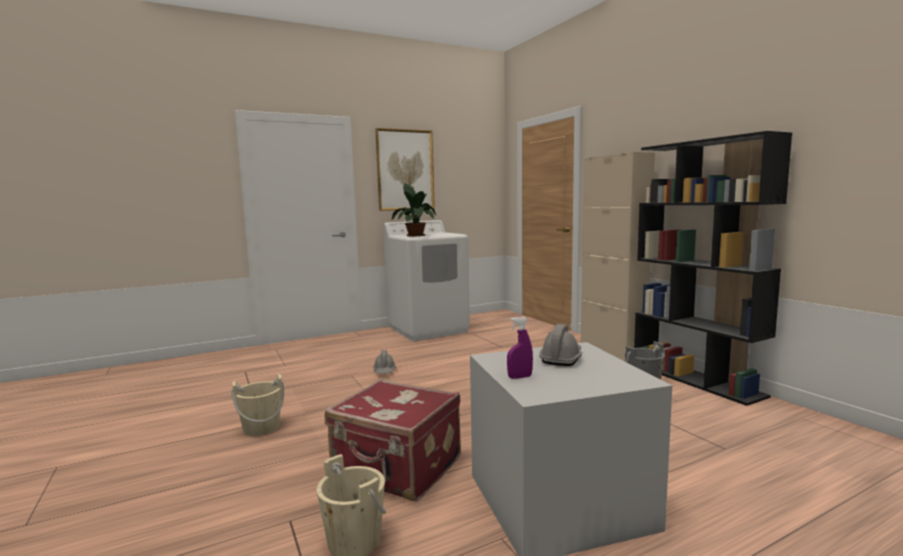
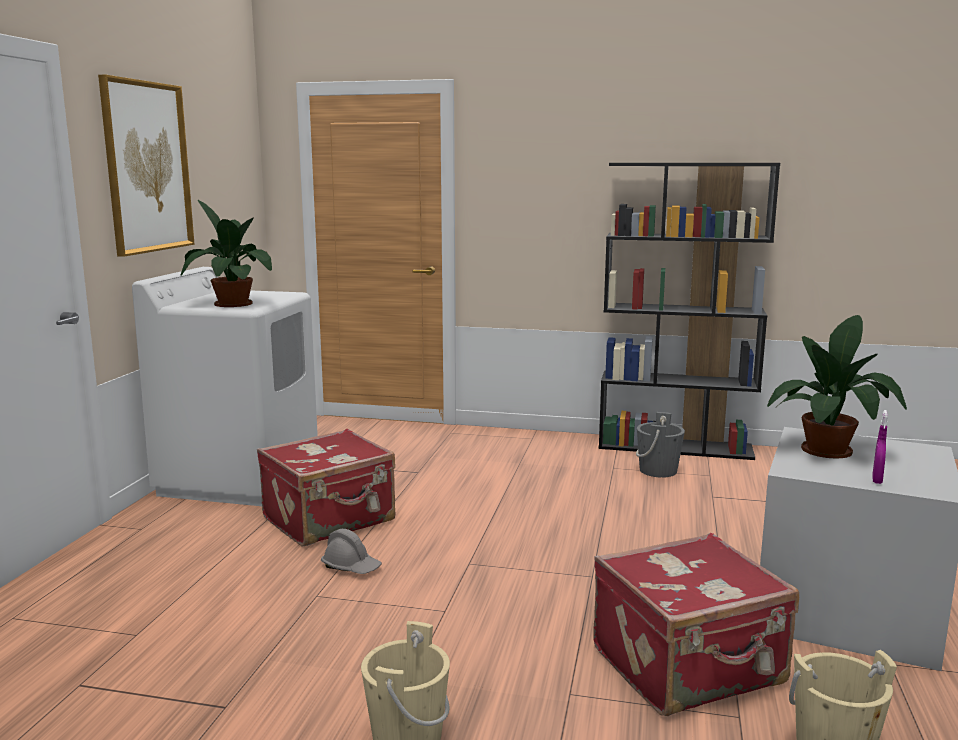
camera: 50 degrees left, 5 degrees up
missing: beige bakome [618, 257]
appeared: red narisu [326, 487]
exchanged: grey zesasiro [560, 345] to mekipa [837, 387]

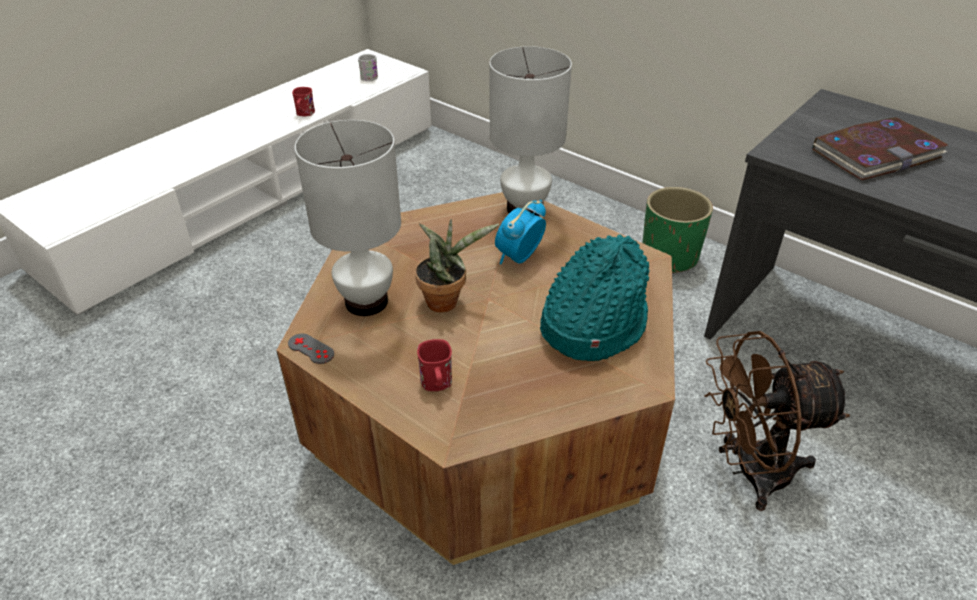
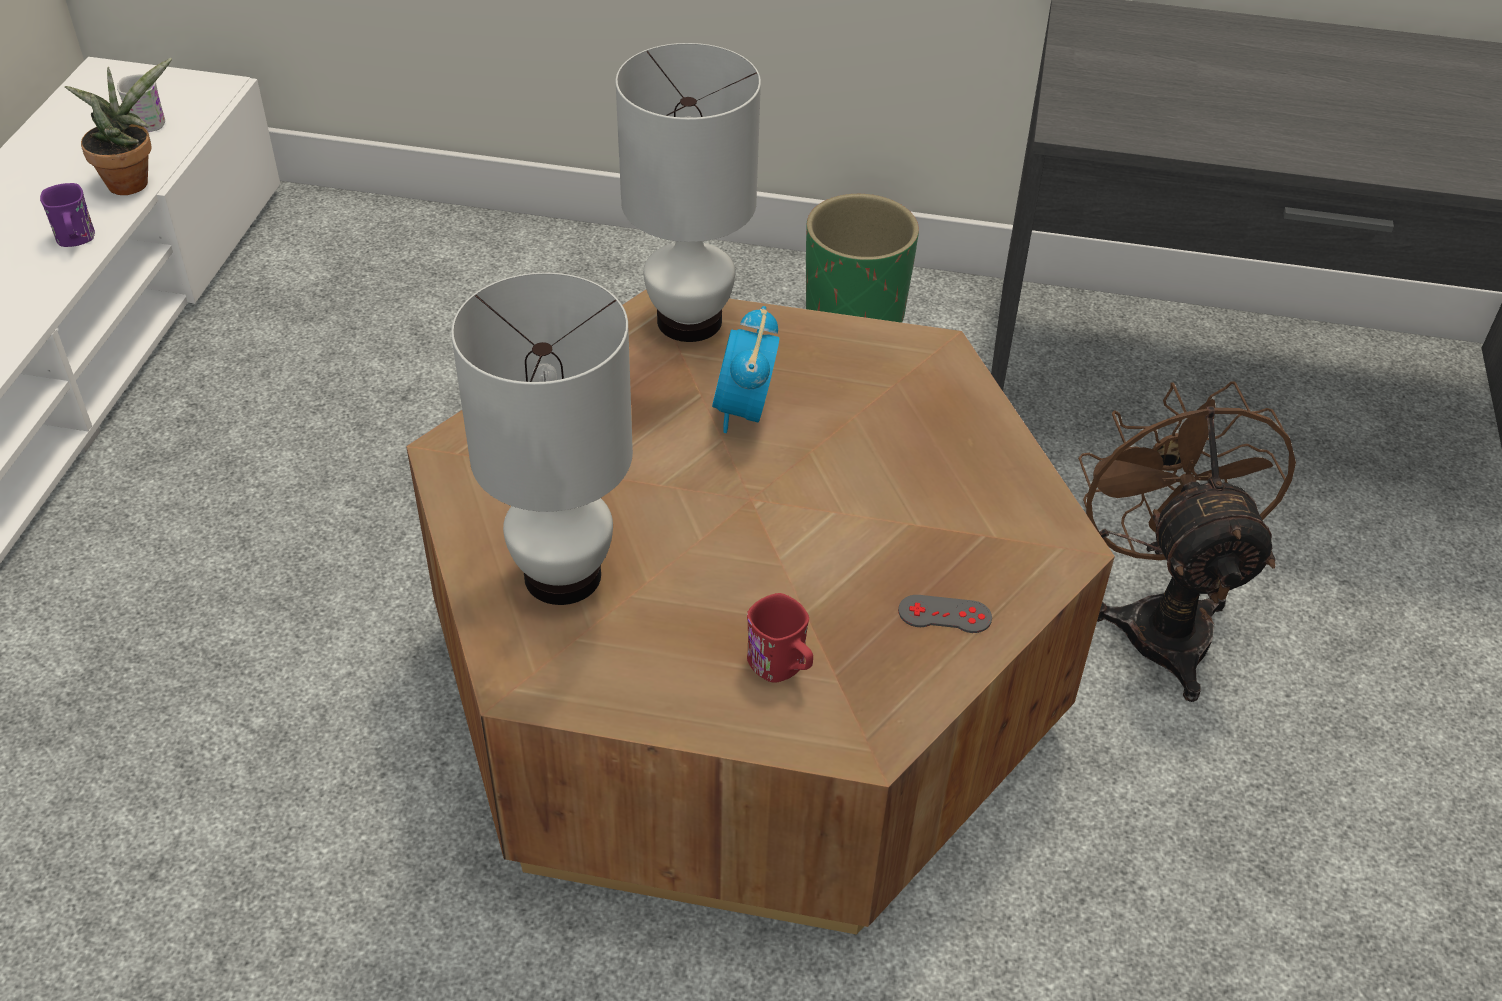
camera: 30 degrees left, 5 degrees up
missing: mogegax [880, 148]; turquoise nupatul [595, 297]
relocated: mekipa [457, 265] to [118, 126]; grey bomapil [311, 348] to [945, 614]
colour: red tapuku [303, 101] to purple tapuku [67, 215]
spun: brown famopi [777, 421] = [1187, 542] 120 degrees clockwise

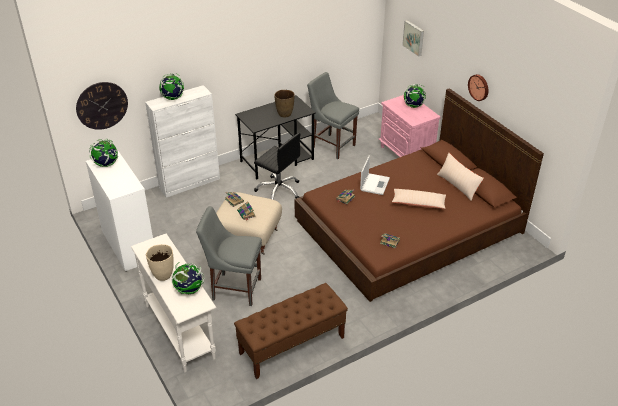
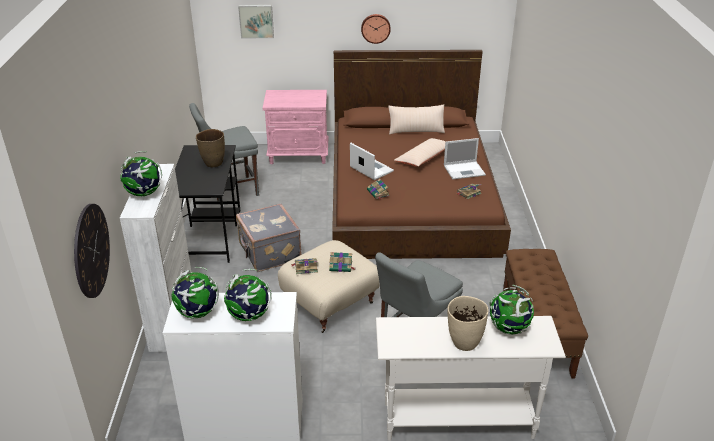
camera: 60 degrees left, 5 degrees down
appeared: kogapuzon [465, 159]
relocated: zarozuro [415, 96] to [248, 295]
exchanged: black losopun [277, 166] to grey narisu [269, 238]

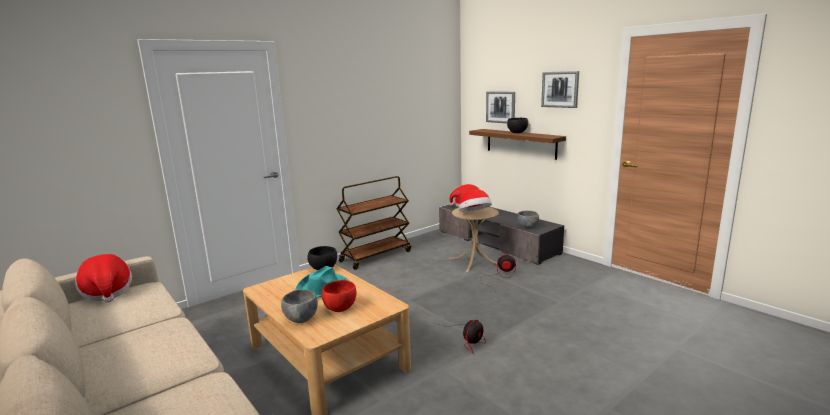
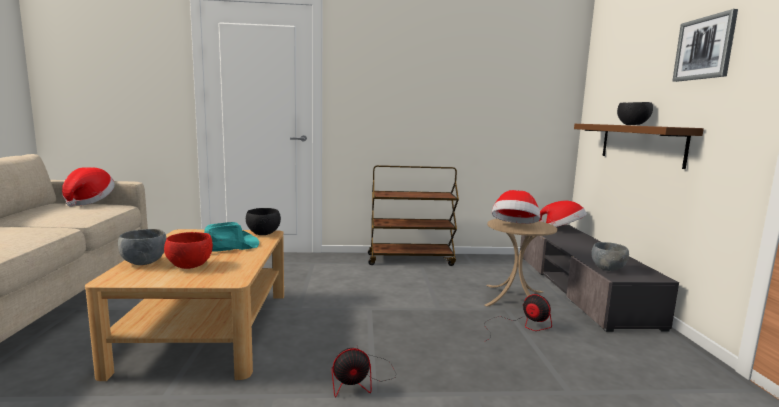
camera: 35 degrees right, 5 degrees down
missing: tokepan [500, 107]

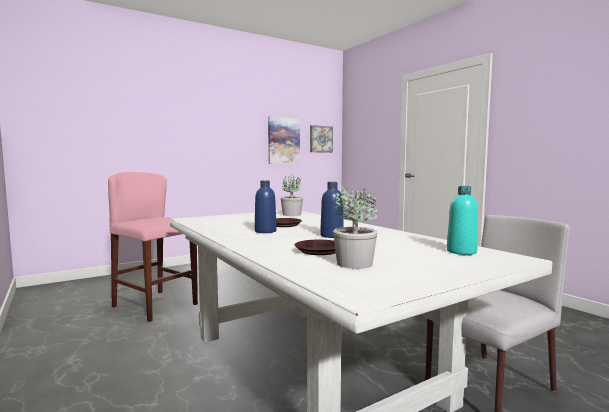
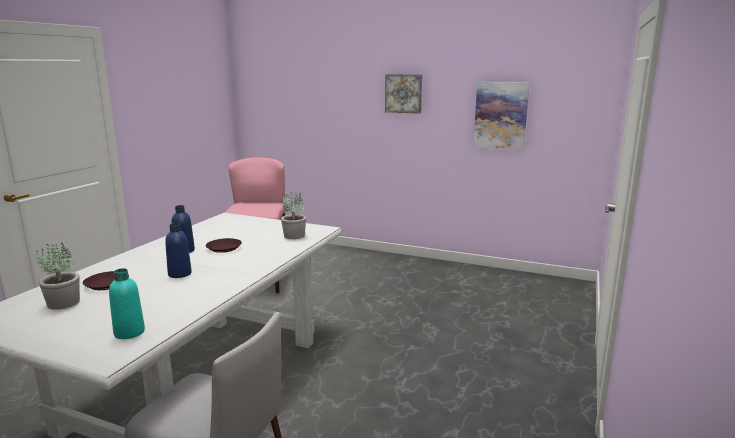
camera: 55 degrees right, 10 degrees up
relocated: tokepan [321, 139] to [403, 94]

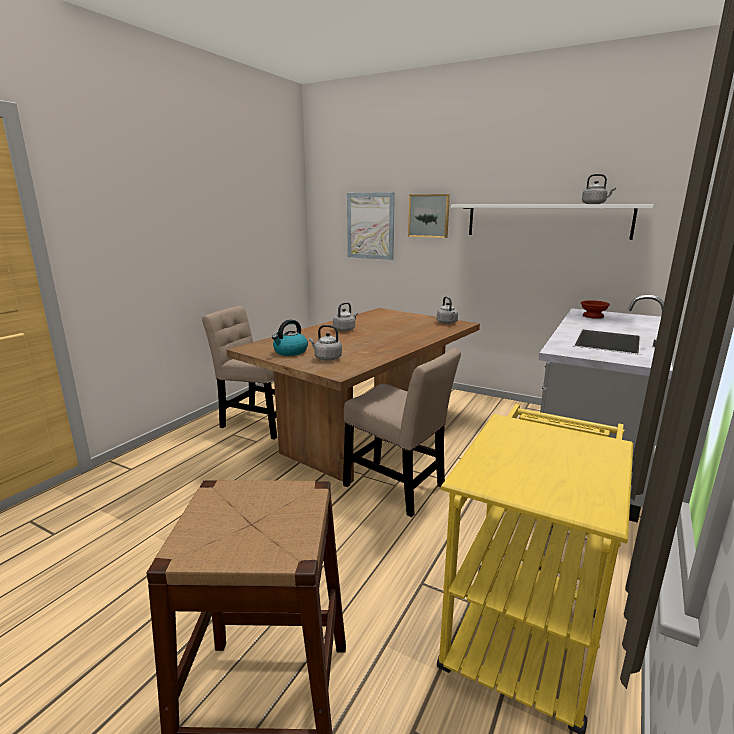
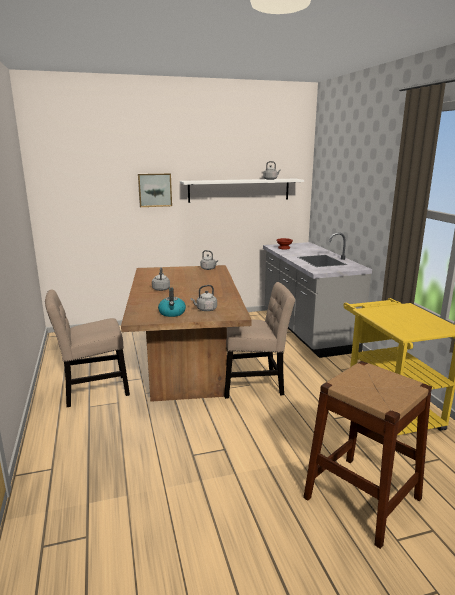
camera: 45 degrees left, 0 degrees up
missing: tokepan [371, 226]

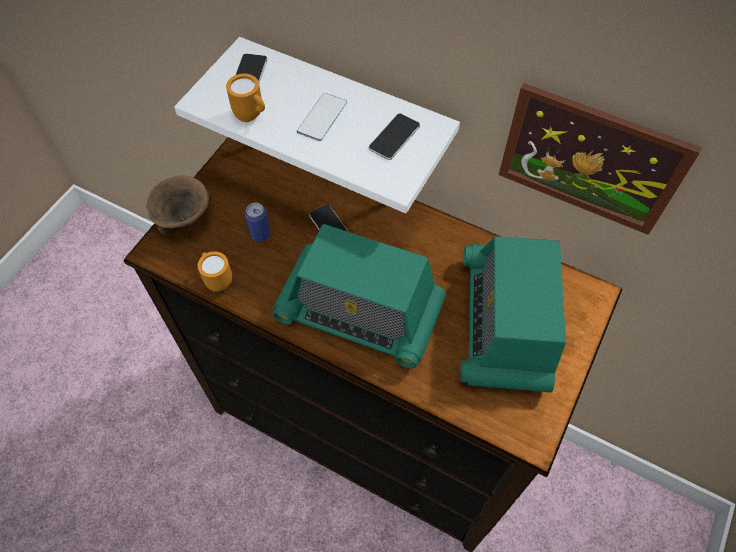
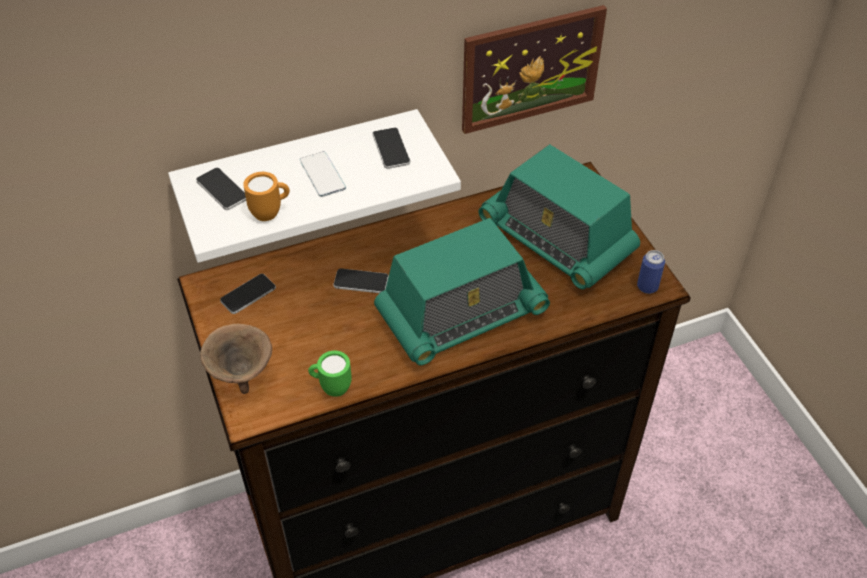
camera: 50 degrees left, 10 degrees down
appeared: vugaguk [248, 294]
relocated: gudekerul [258, 222] to [651, 272]
colour: orange tapuku [215, 271] to green tapuku [330, 374]

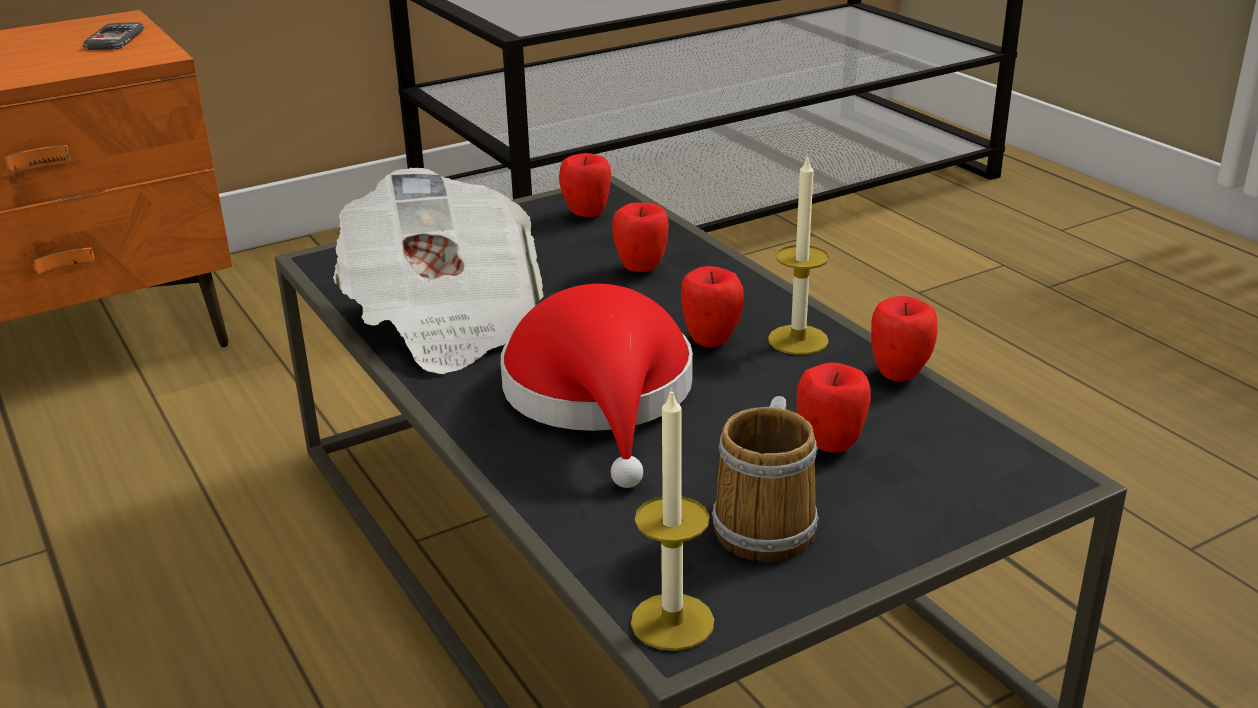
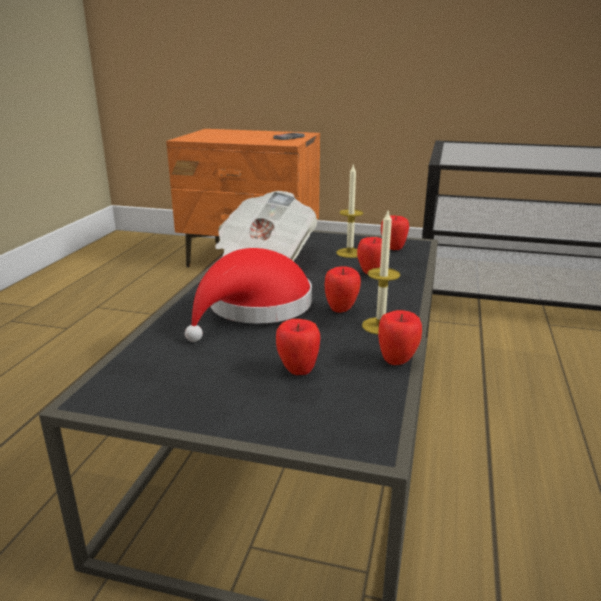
camera: 45 degrees right, 5 degrees down
missing: tapuku [765, 479]
relocated: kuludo [672, 519] to [349, 211]

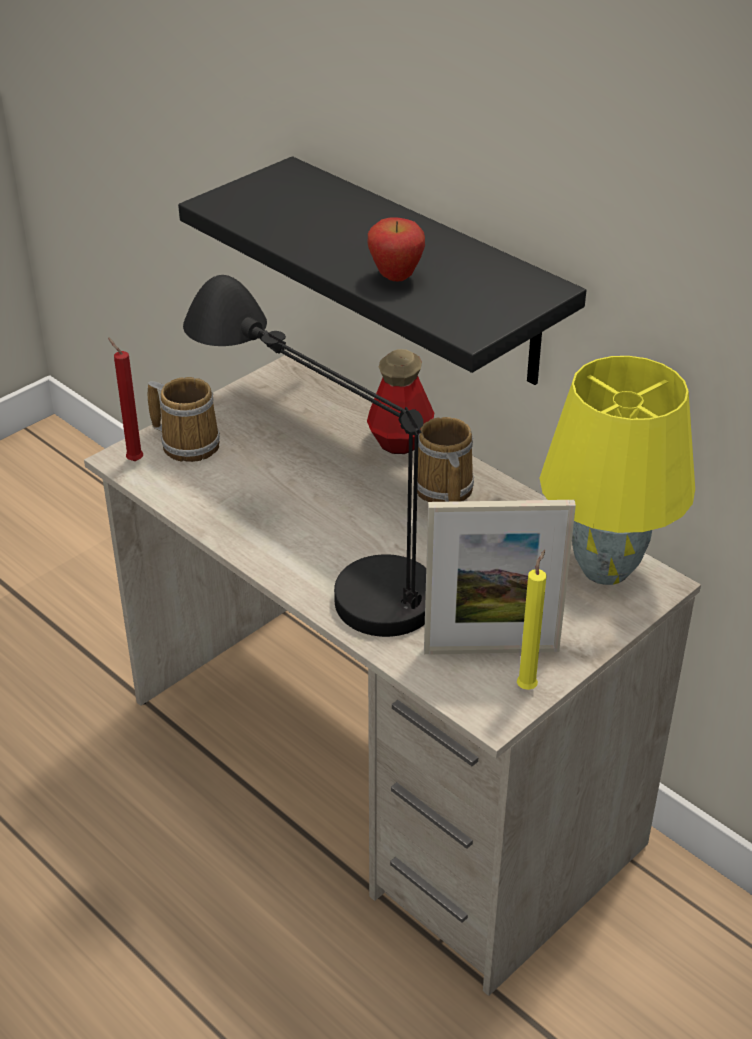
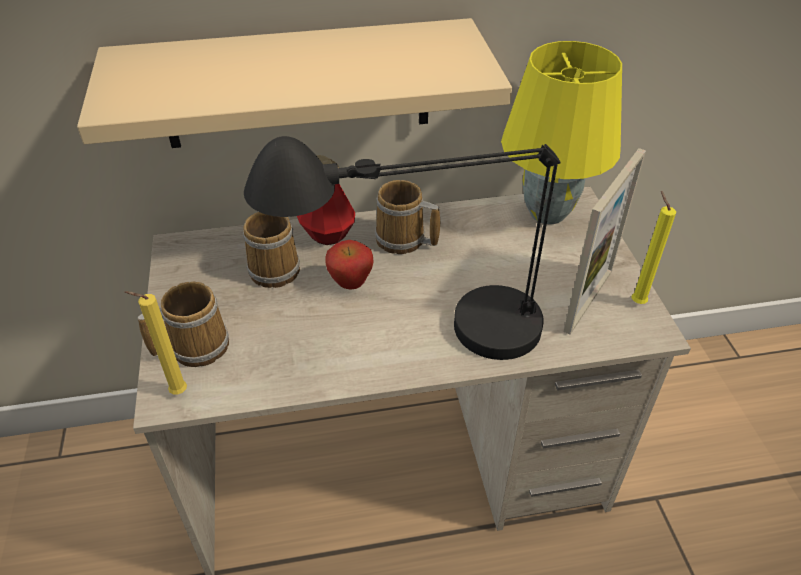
camera: 55 degrees left, 5 degrees up
appeared: tapuku [271, 250]
relocated: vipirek [396, 249] to [349, 264]
colour: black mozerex [382, 270] to beige mozerex [294, 83]; red kuludo [125, 399] to yellow kuludo [155, 343]

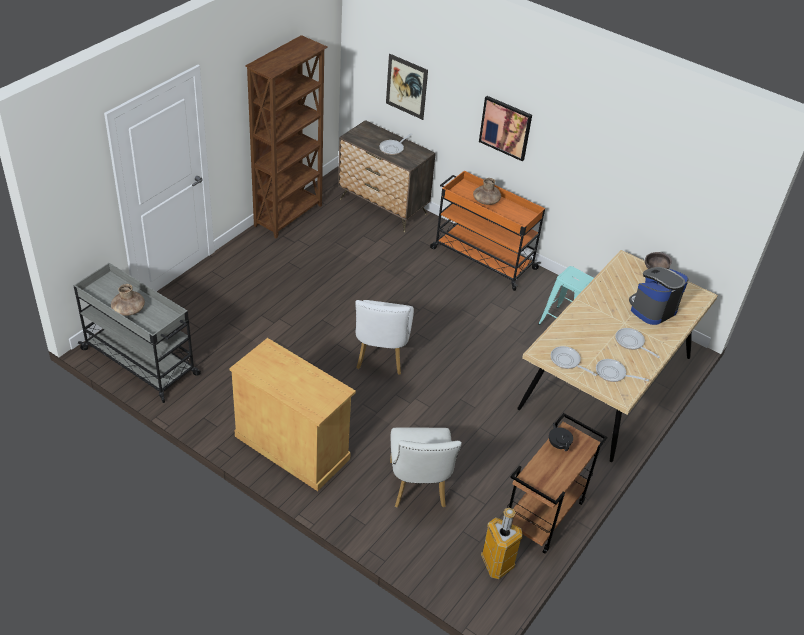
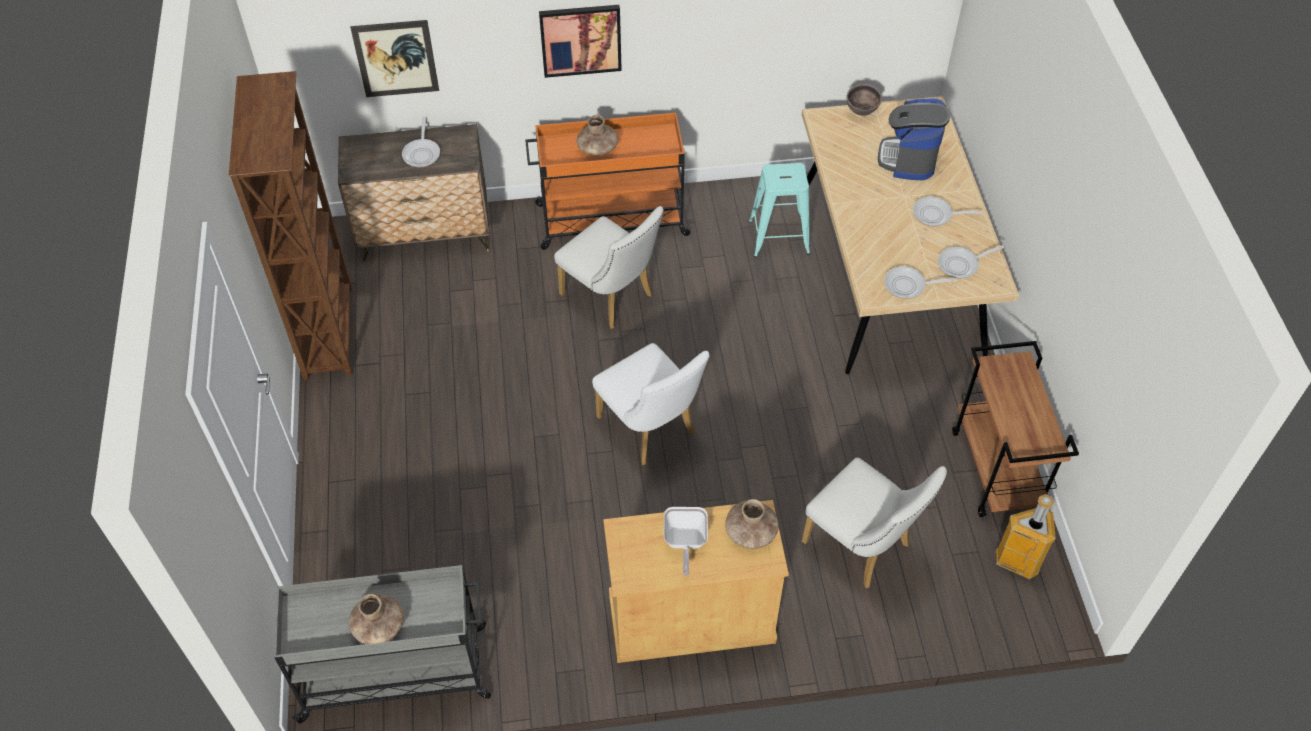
camera: 40 degrees left, 10 degrees up
missing: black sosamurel [561, 437]
appeared: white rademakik [609, 267]; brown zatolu [751, 524]; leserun [686, 541]

